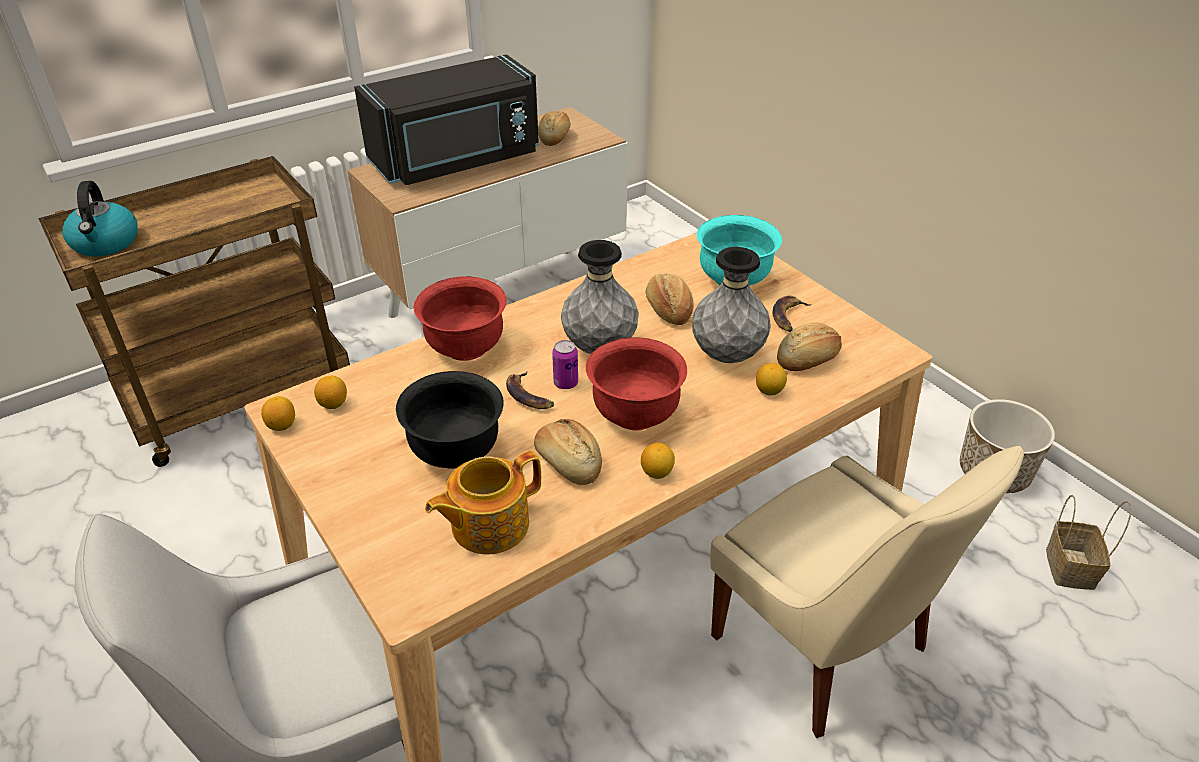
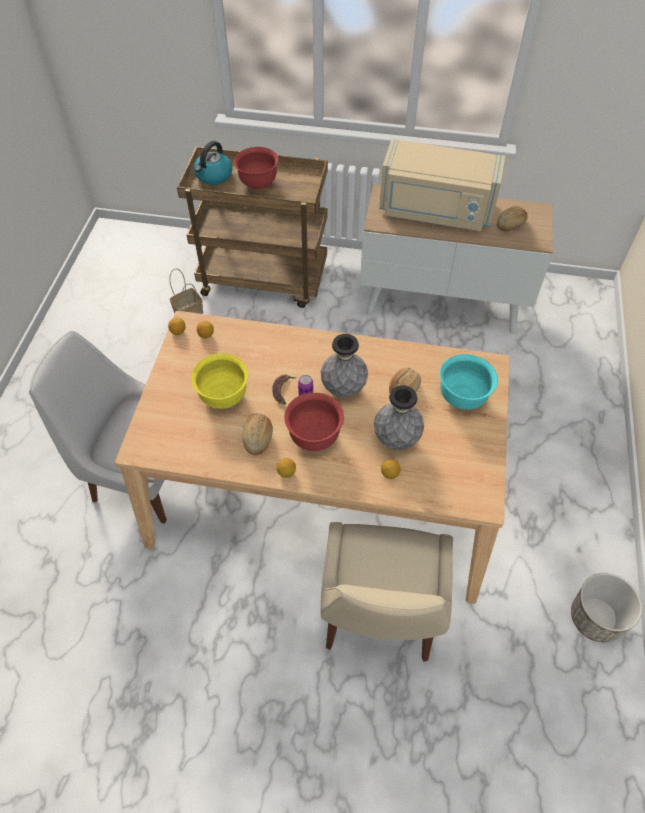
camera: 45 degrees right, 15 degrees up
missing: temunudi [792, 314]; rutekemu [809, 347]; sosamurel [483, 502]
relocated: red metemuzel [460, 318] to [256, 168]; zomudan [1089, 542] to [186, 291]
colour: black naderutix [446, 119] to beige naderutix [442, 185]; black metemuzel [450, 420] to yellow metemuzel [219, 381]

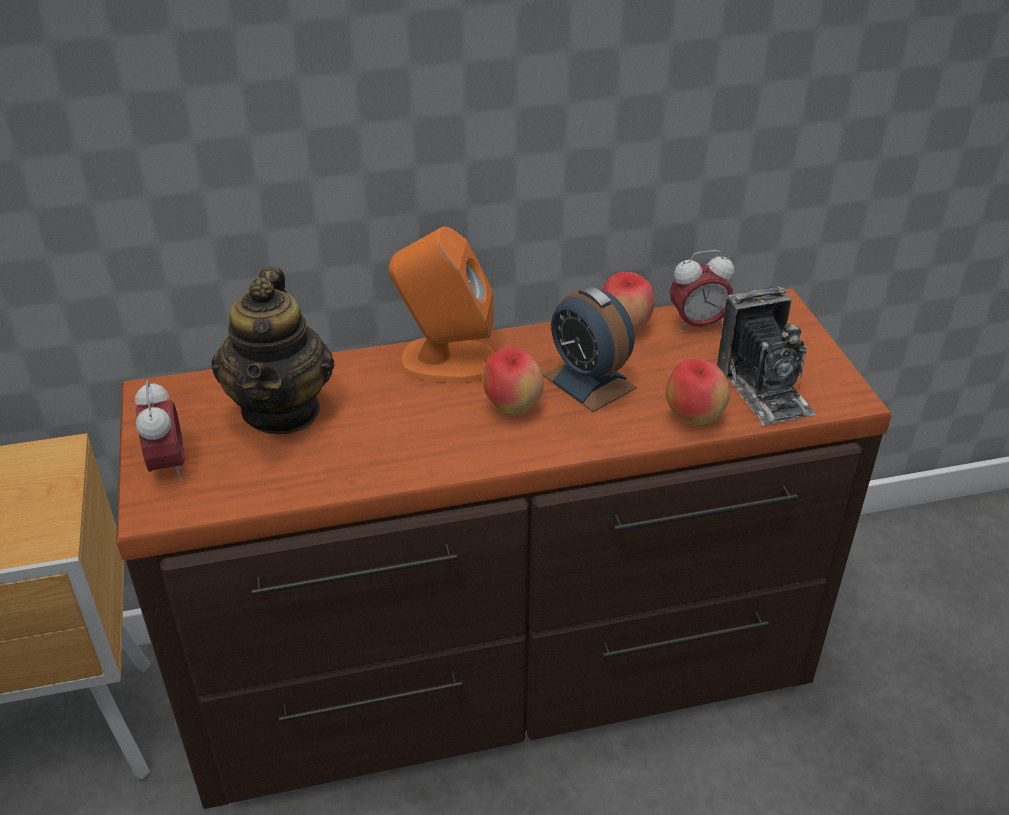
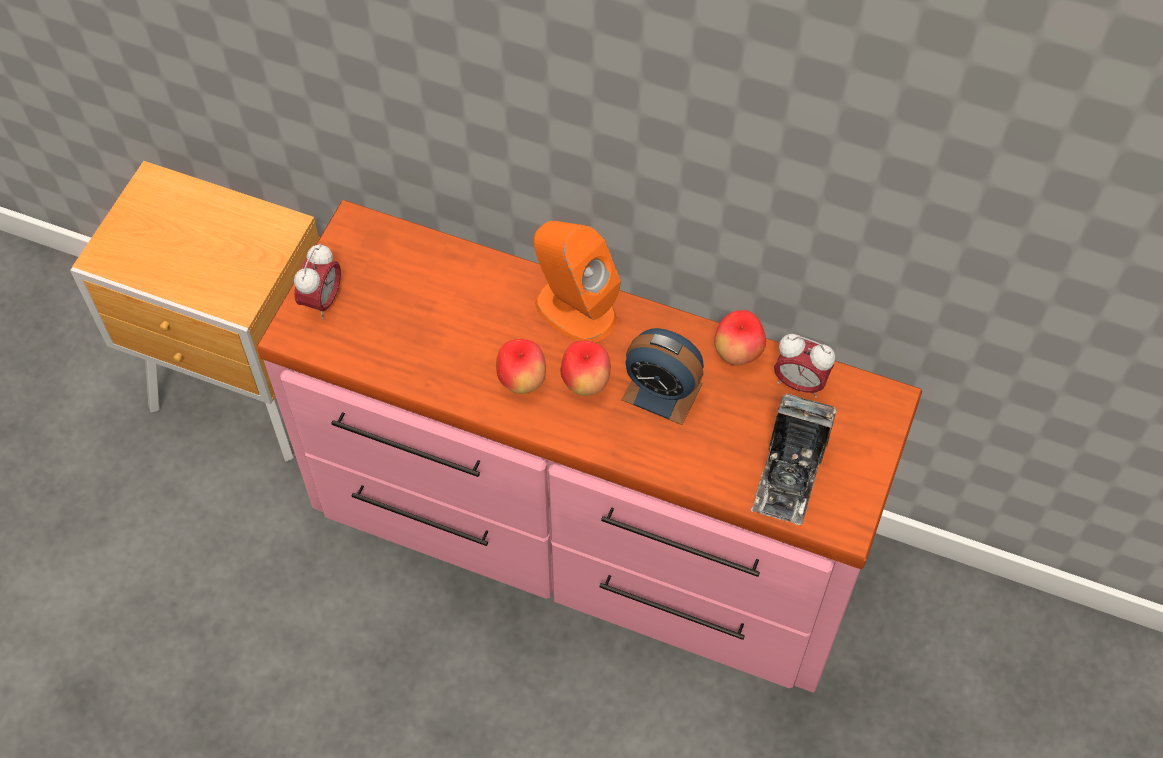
camera: 35 degrees right, 20 degrees up
missing: sosamurel [272, 351]
relocated: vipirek [698, 392] to [521, 366]
colour: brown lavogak [504, 548] to pink lavogak [589, 446]
spun: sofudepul [590, 349] = [662, 376] 60 degrees counterclockwise

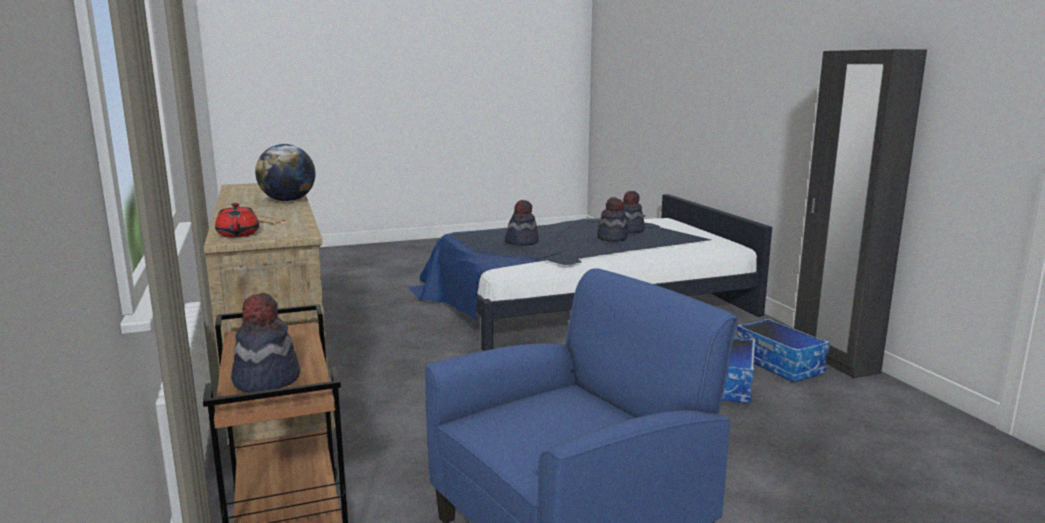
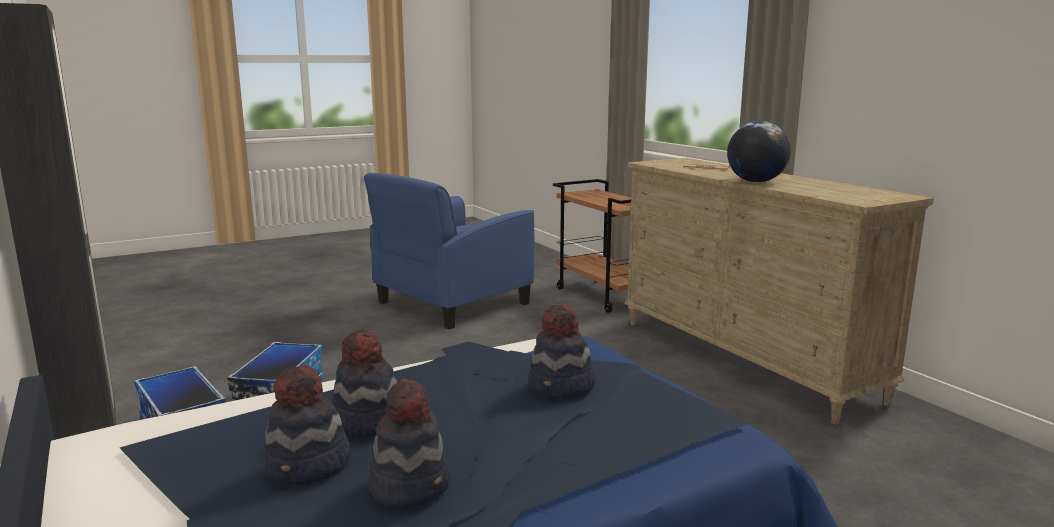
camera: 170 degrees right, 0 degrees up
missing: red sosamurel [237, 220]
relocated: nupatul [265, 343] to [409, 443]

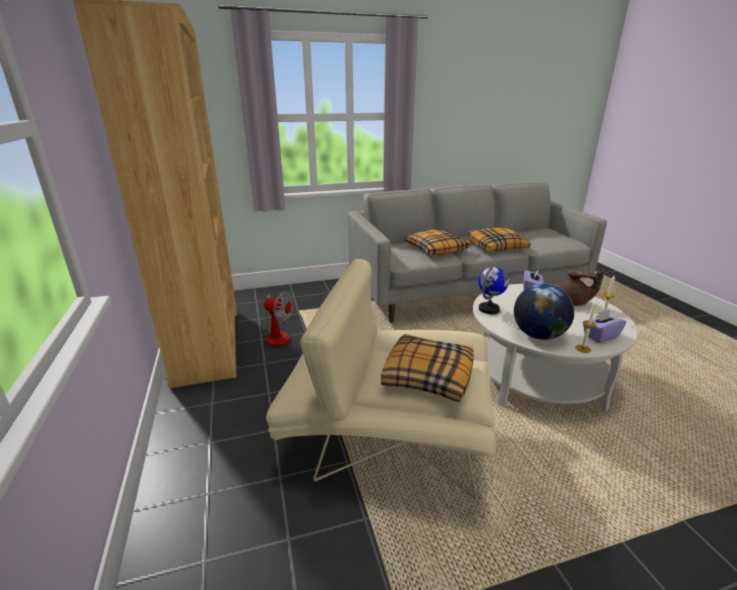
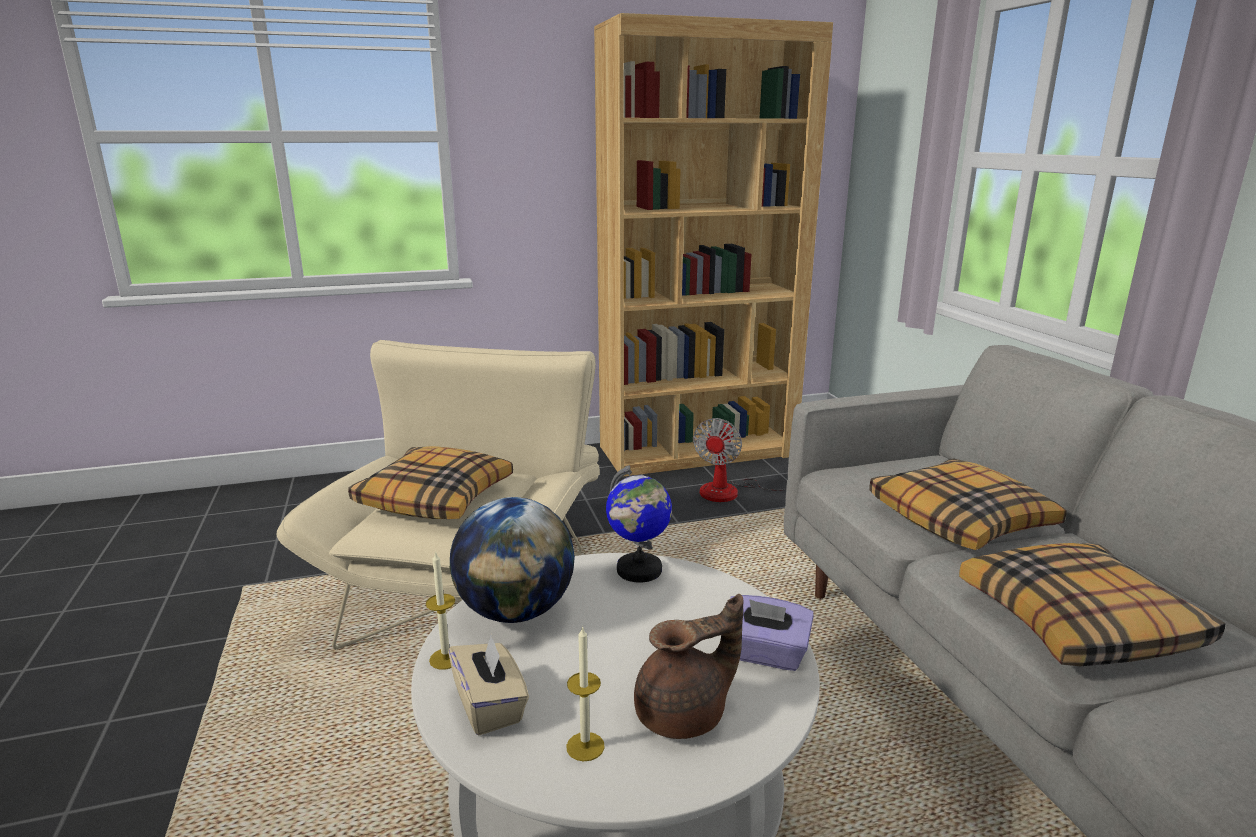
camera: 90 degrees right, 5 degrees down
colour: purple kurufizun [604, 326] to beige kurufizun [488, 684]
spun: brown sosamurel [582, 287] = [688, 666] 135 degrees counterclockwise

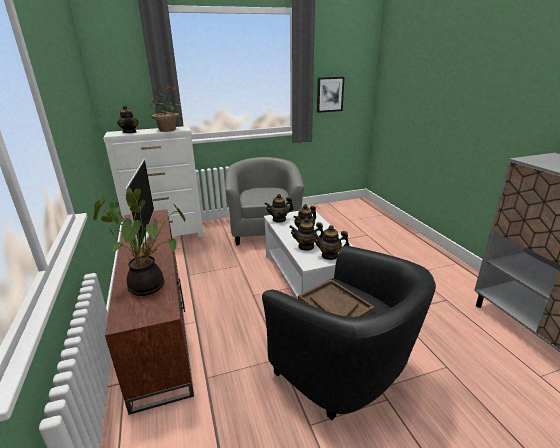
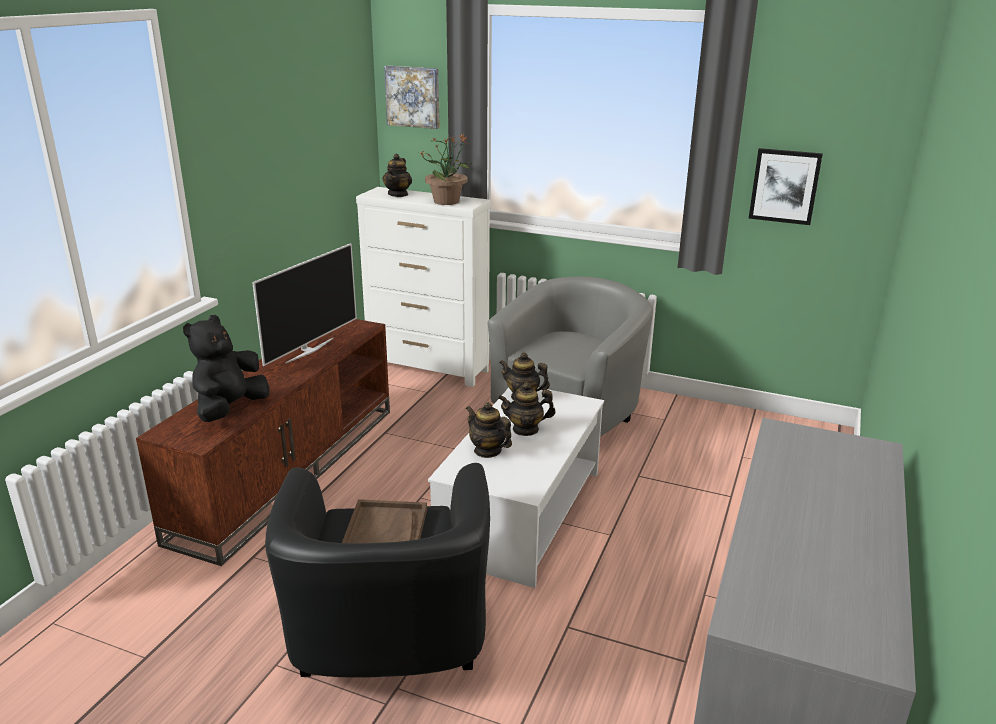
camera: 40 degrees right, 0 degrees up
missing: sosamurel [331, 242]
appeared: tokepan [412, 97]
exchanged: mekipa [139, 242] to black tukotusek [226, 368]

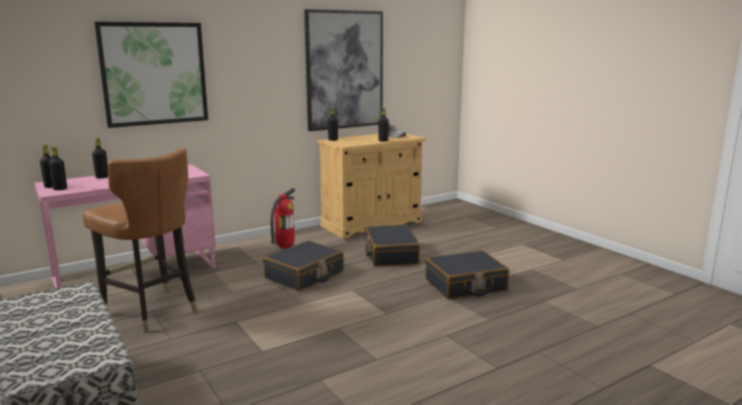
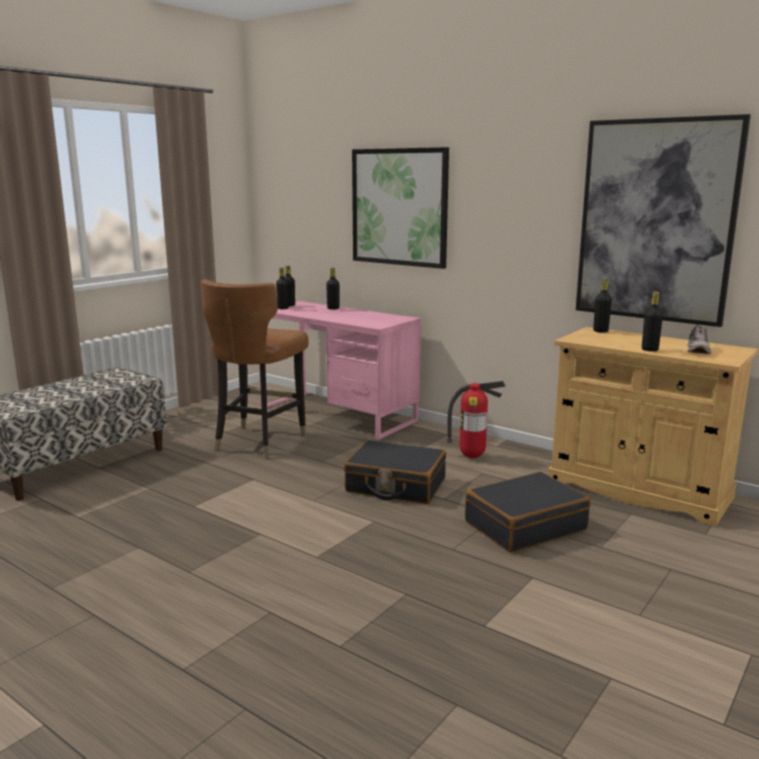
camera: 70 degrees right, 0 degrees up
missing: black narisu [467, 275]

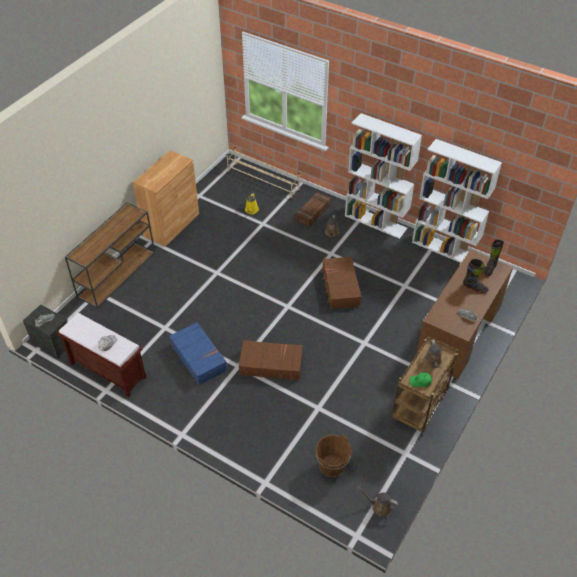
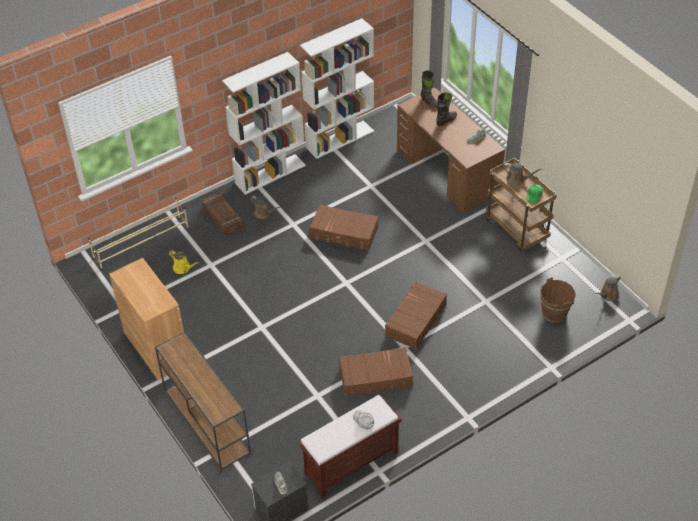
camera: 65 degrees left, 0 degrees up
colour: blue narisu [198, 353] to brown narisu [376, 372]

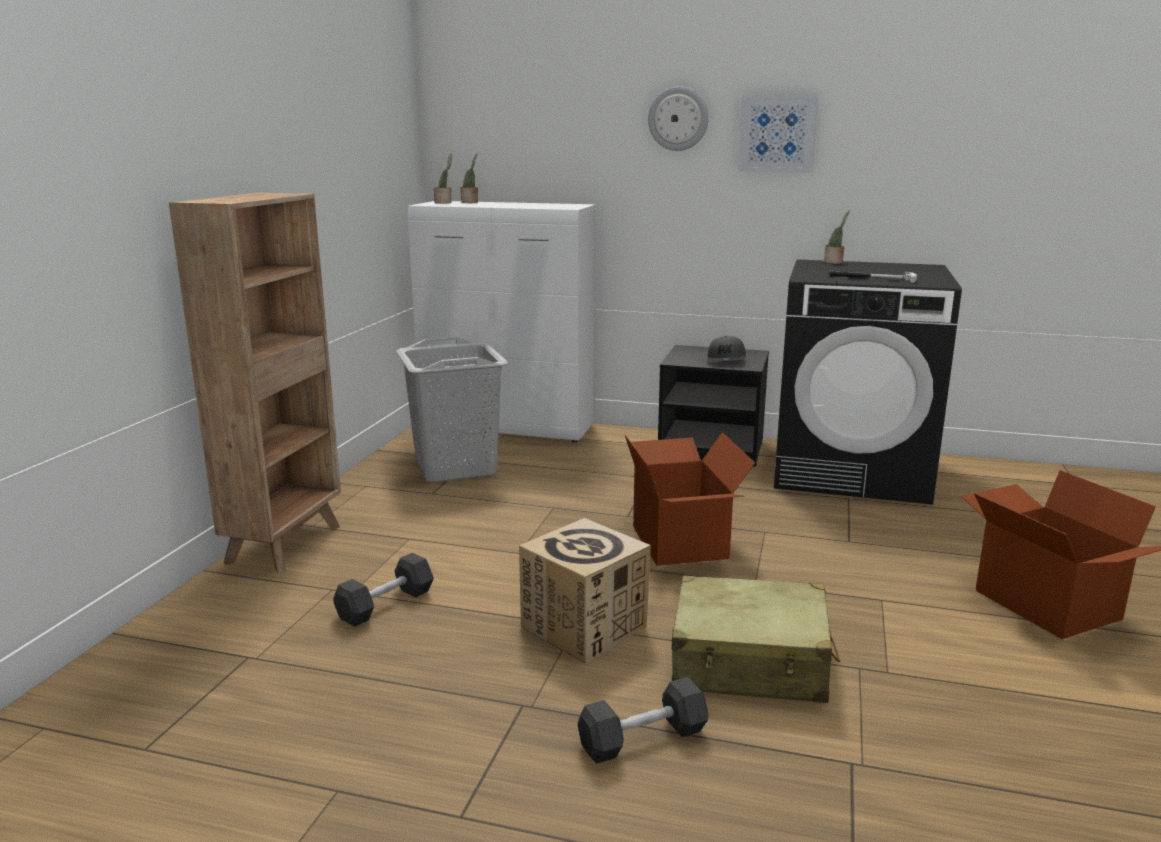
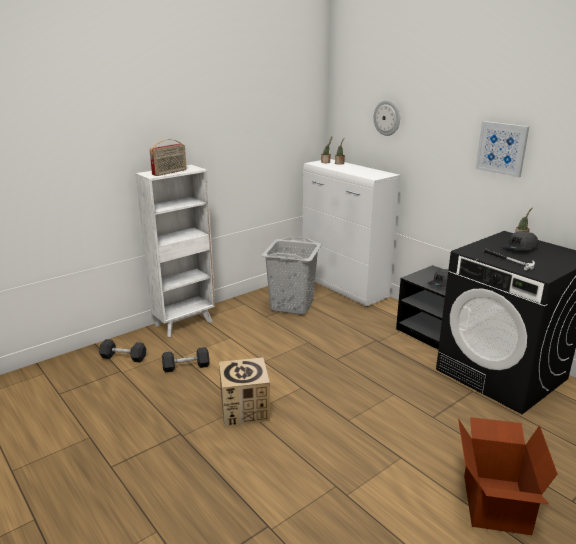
camera: 35 degrees right, 5 degrees up
missing: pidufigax [690, 499]; beige narisu [756, 639]
appeared: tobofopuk [168, 157]; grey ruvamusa [520, 240]
relocated: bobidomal [678, 118] to [387, 118]; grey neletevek [642, 720] to [123, 350]
colour: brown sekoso [255, 382] to white sekoso [175, 251]

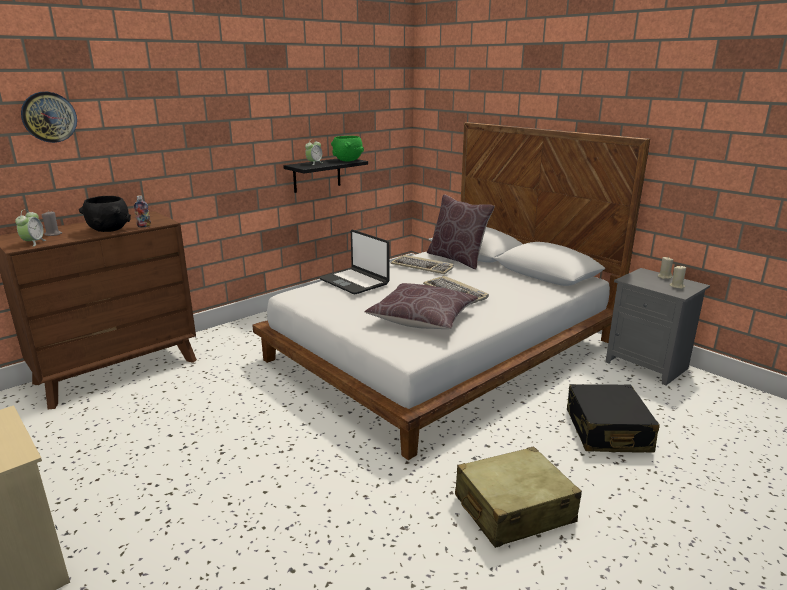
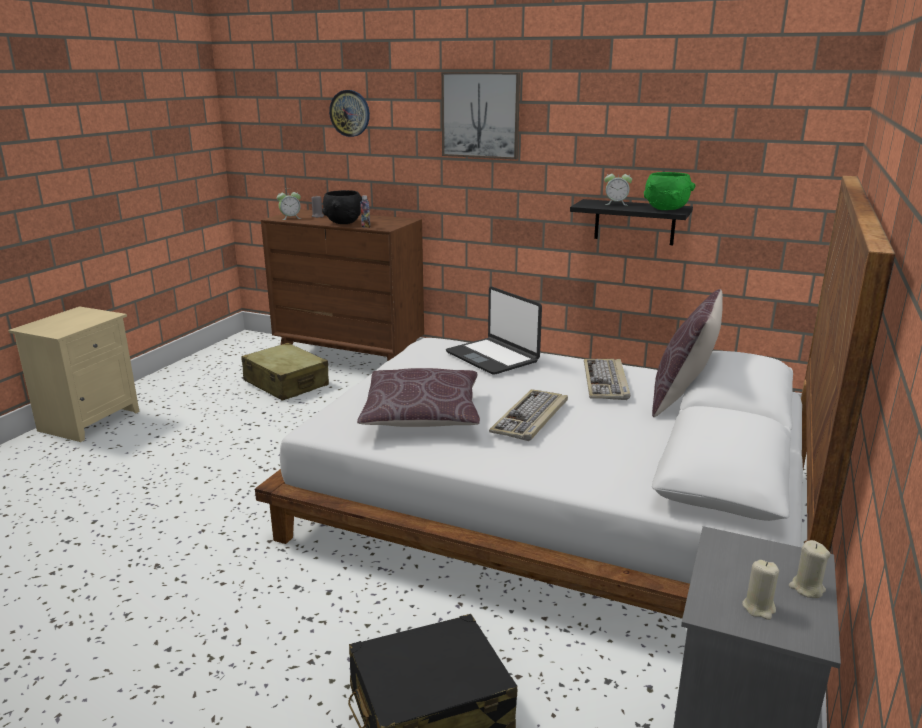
camera: 65 degrees right, 0 degrees up
appeared: tokepan [480, 115]
relocated: beige narisu [518, 497] to [285, 372]
spun: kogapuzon [354, 262] = [494, 330] 60 degrees counterclockwise

